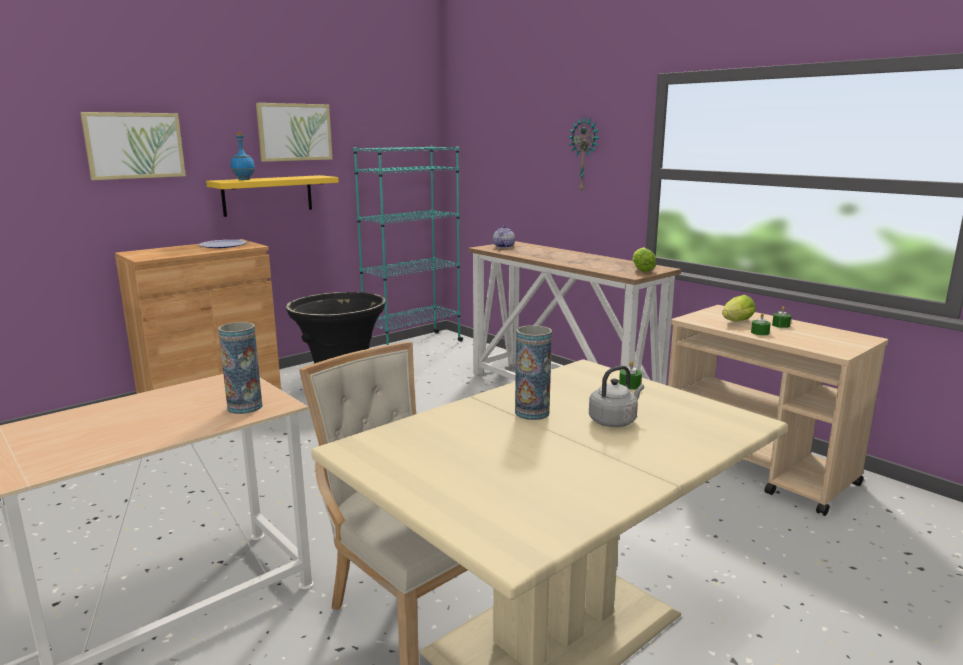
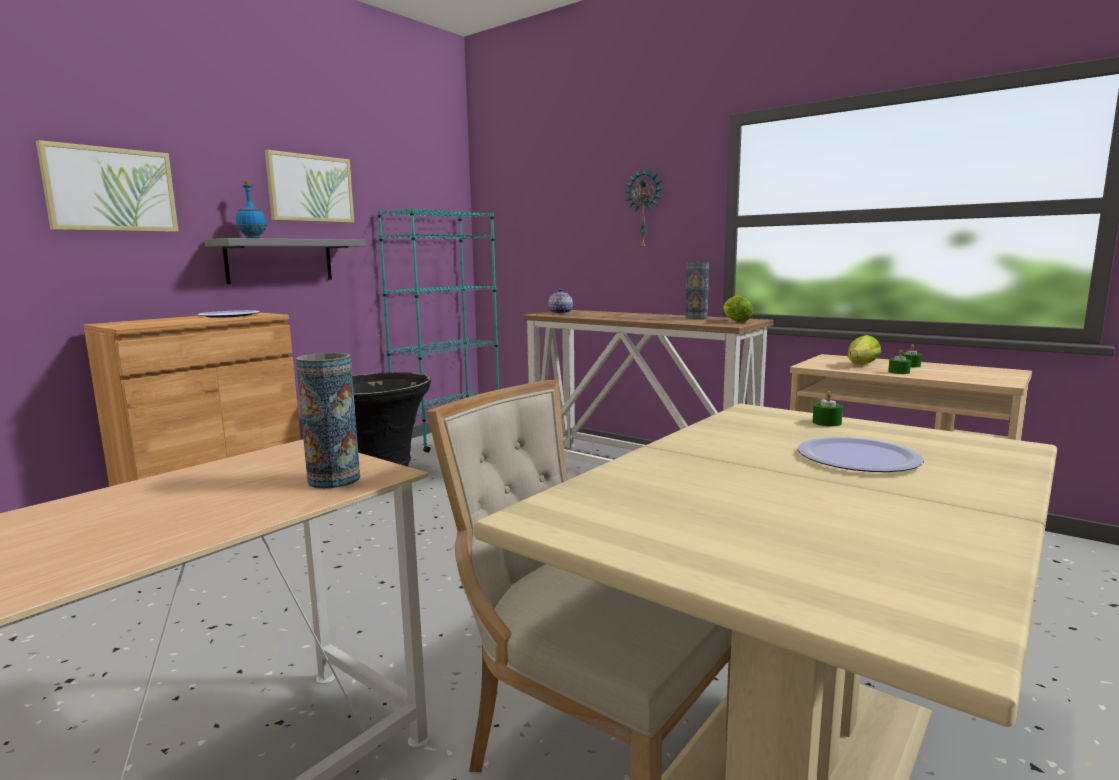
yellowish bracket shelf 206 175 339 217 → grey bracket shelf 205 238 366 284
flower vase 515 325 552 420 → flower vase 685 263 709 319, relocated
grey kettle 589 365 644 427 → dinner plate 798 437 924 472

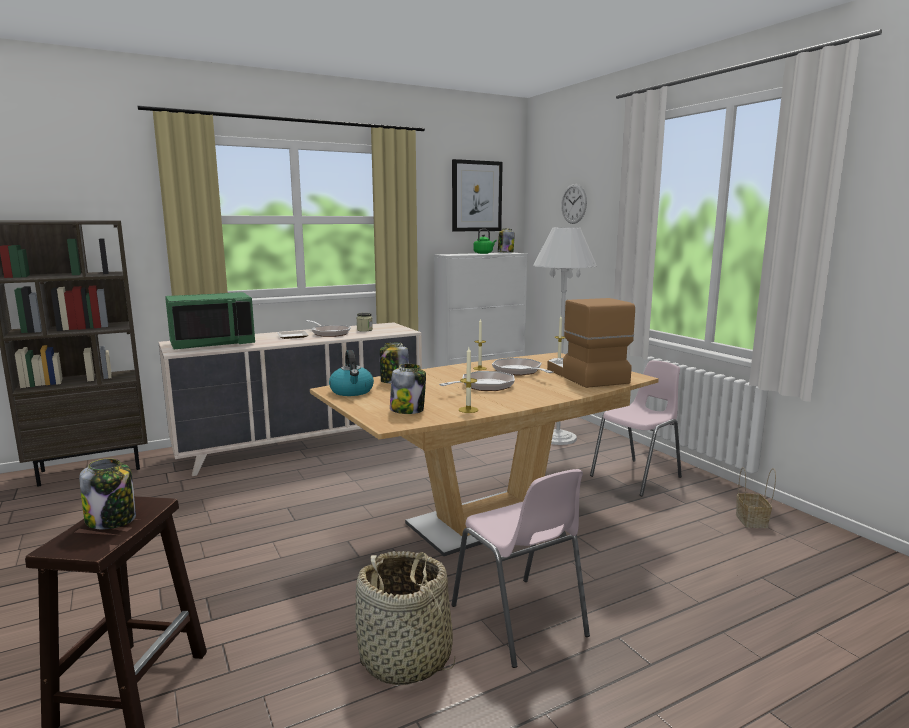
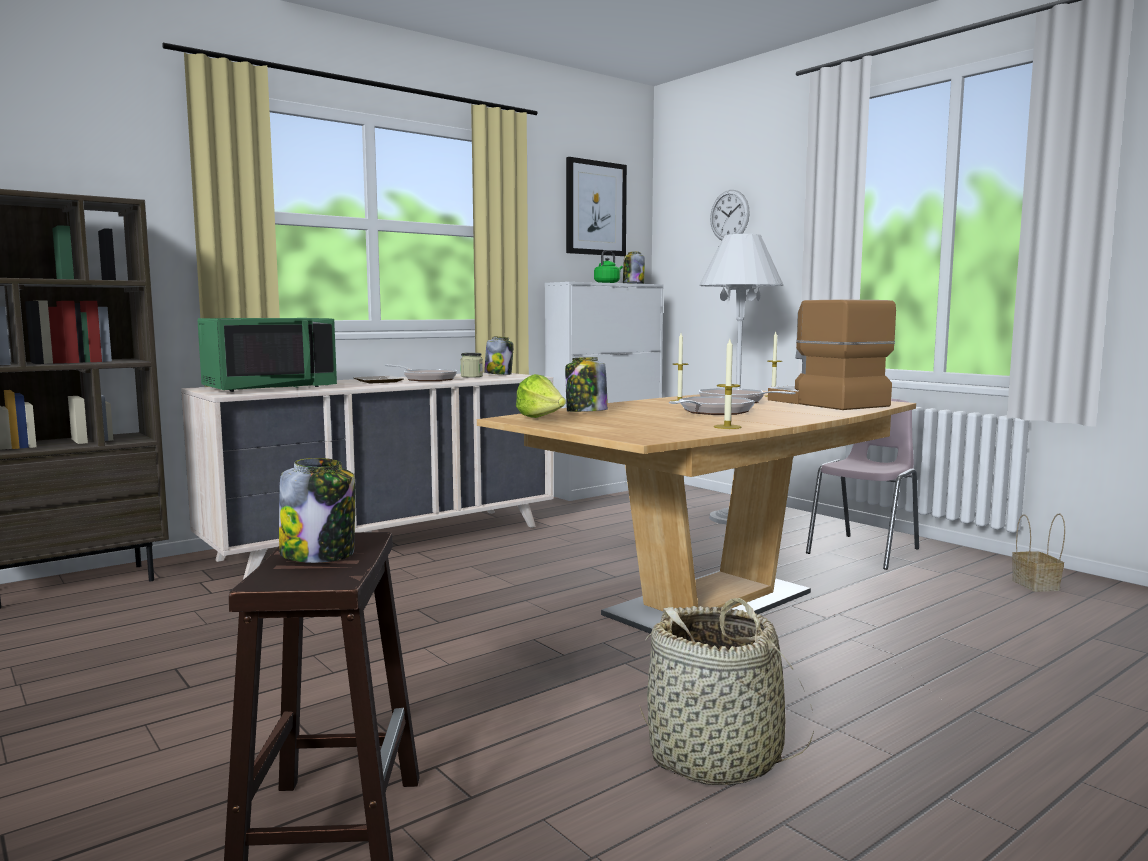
kettle 329 350 374 396 → lettuce head 516 374 566 418
preserve jar 390 364 426 414 → preserve jar 484 336 513 375, relocated
pinkish plain chair 452 469 590 668 → -

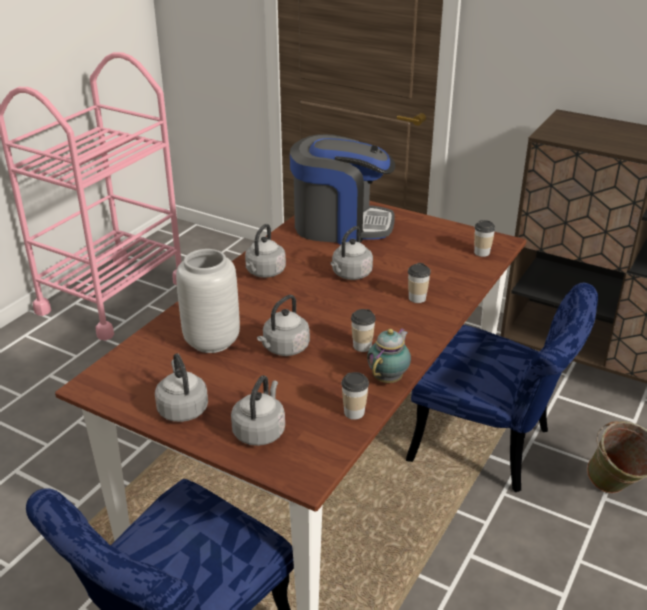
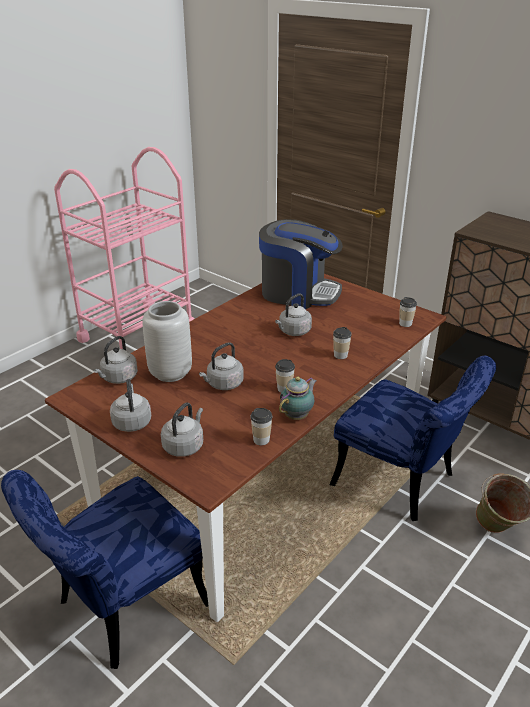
grey kettle 245 224 286 278 → grey kettle 93 336 138 384, relocated

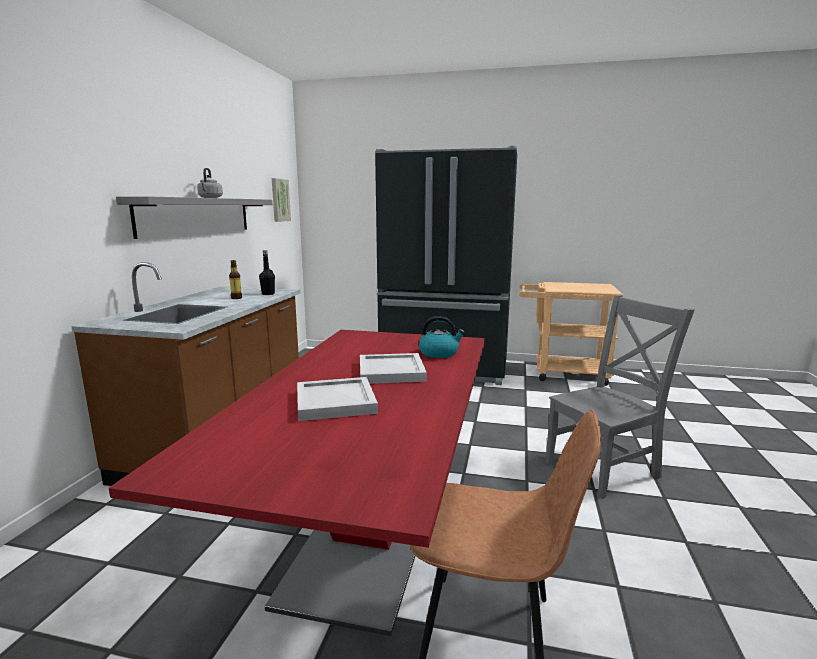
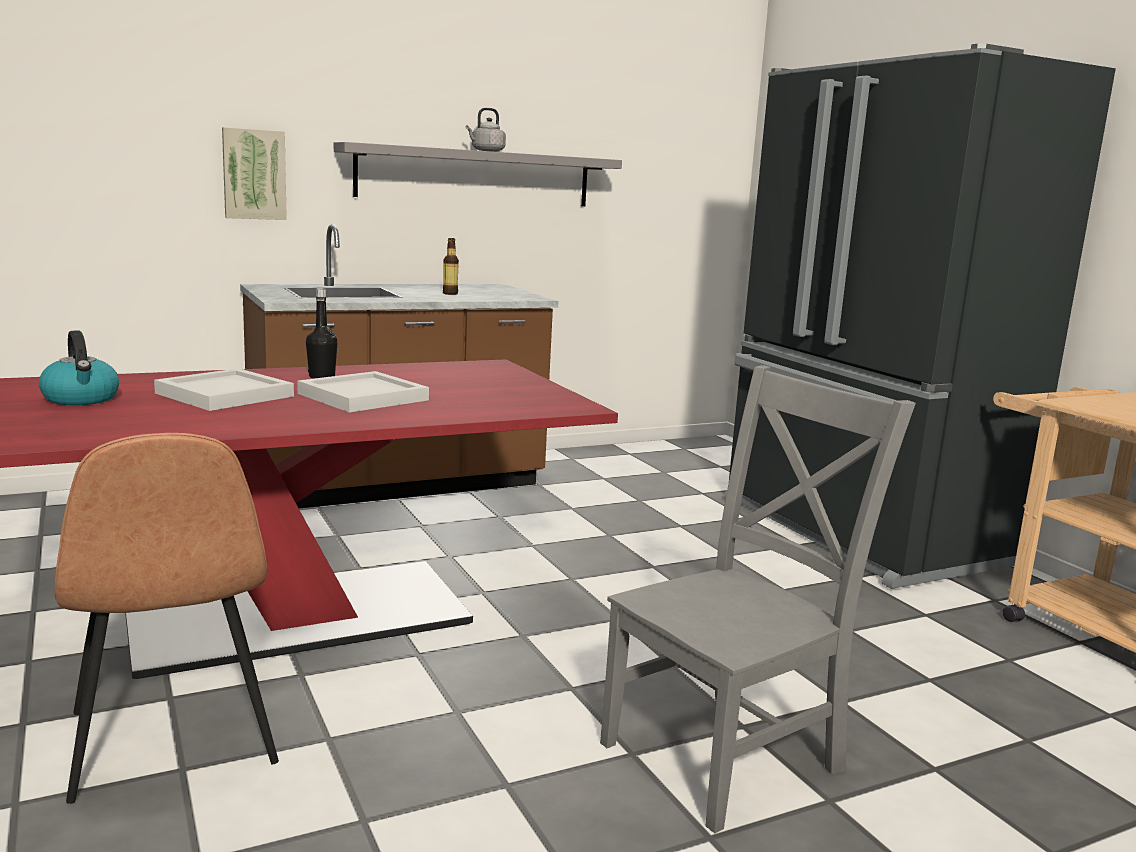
blackish bottle 259 250 275 295 → blackish bottle 306 288 338 379, relocated
picture 272 178 291 222 → picture 222 127 287 220, relocated
kettle 419 316 465 358 → kettle 39 330 119 405, relocated
grey plain chair 545 295 695 499 → grey plain chair 600 365 916 833, 60 degrees counterclockwise

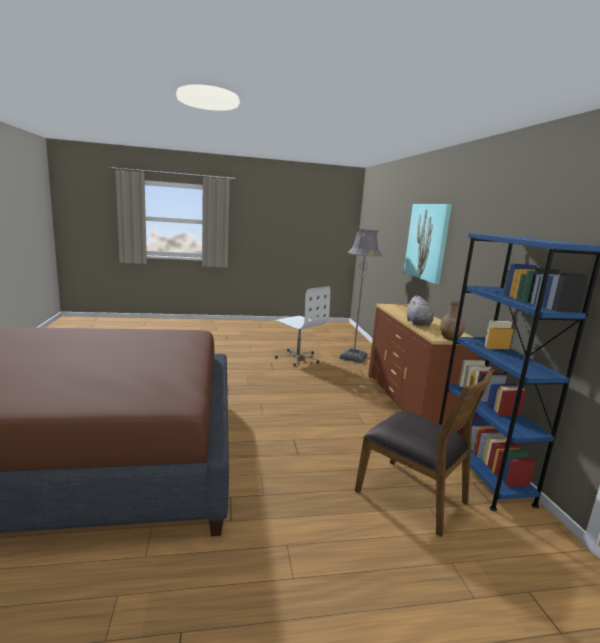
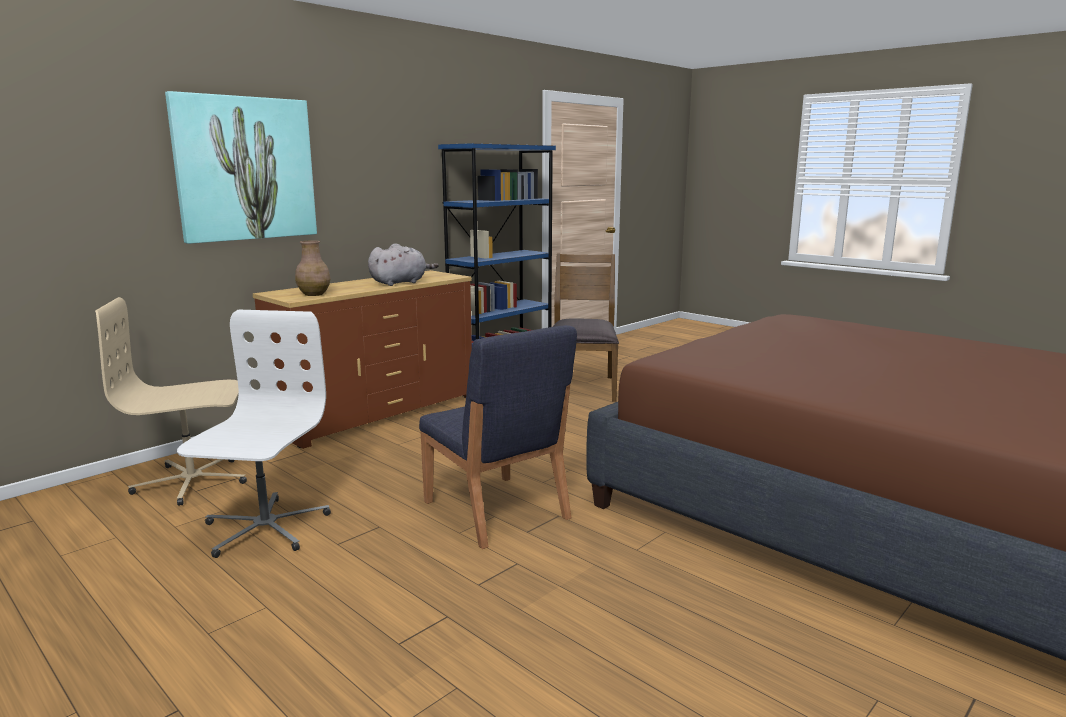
grey standard lamp 340 229 382 363 → sand-coloured computer chair 95 297 247 506
brownish flower vase 440 301 465 340 → brownish flower vase 295 241 331 296, relocated
- → bluish plain chair 419 325 577 549

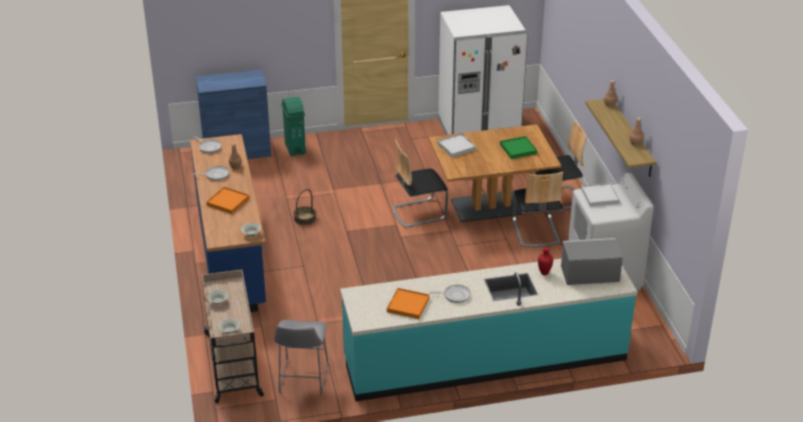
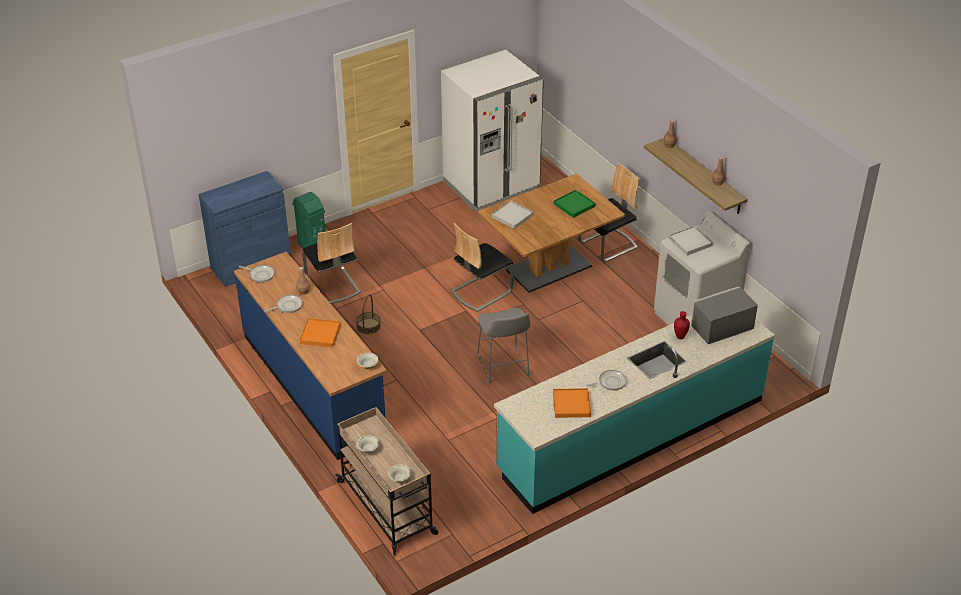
grey stool seat 274 320 328 395 → grey stool seat 477 308 531 383, relocated
plain chair 513 172 563 247 → plain chair 302 223 361 304, relocated

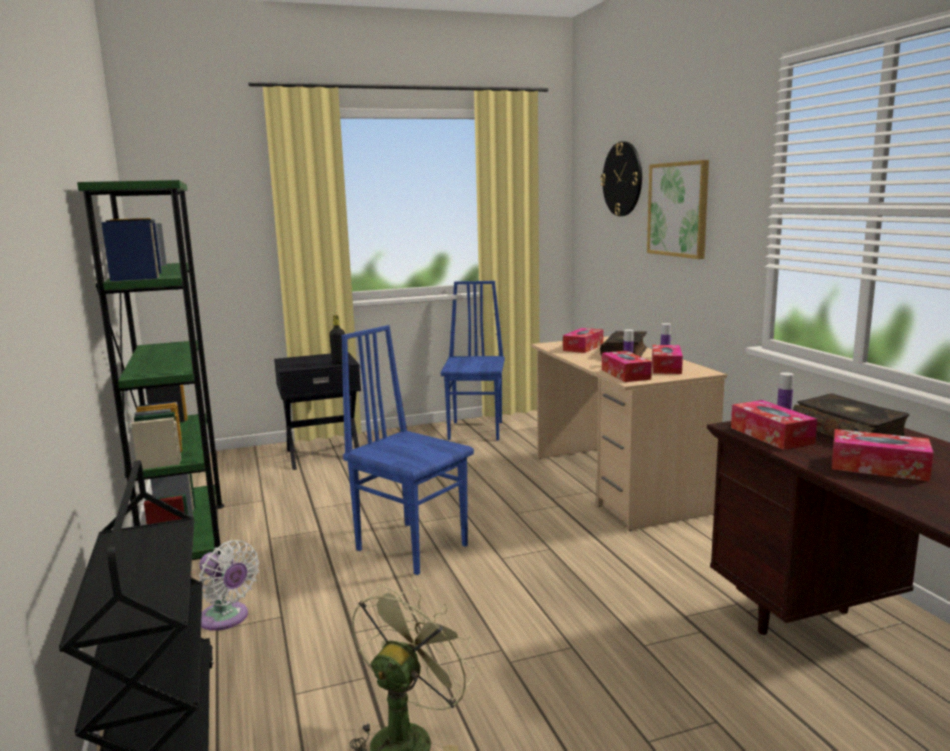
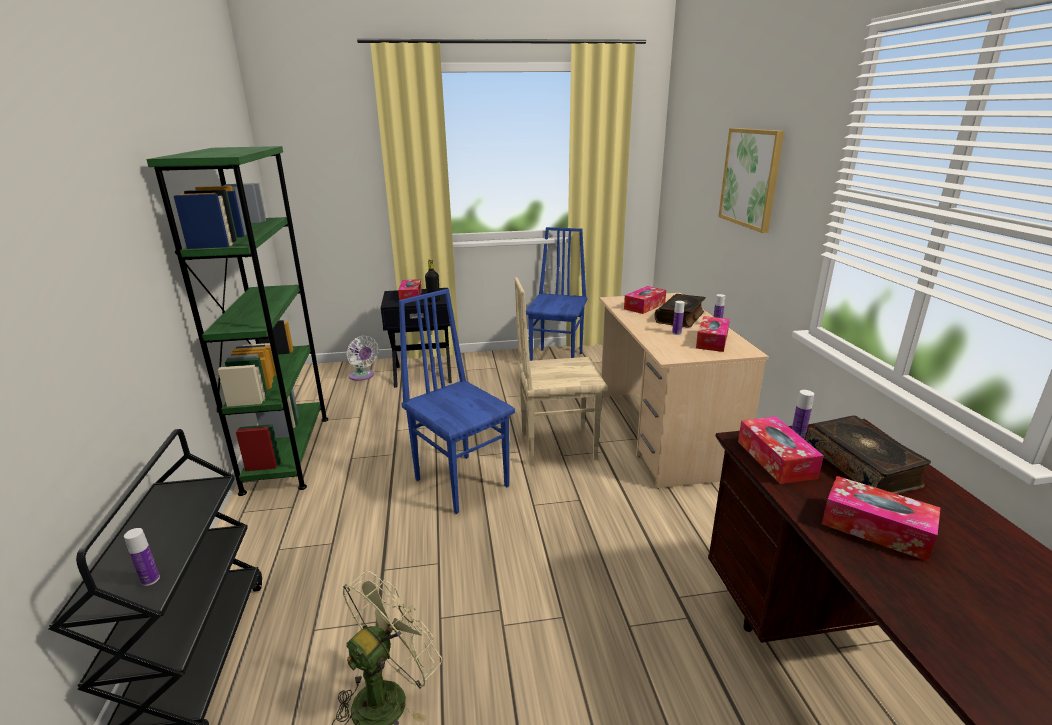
white cooling fan 199 540 259 631 → white cooling fan 347 336 379 381, relocated
hanging clock 601 141 642 216 → -
tissue box 602 351 652 382 → tissue box 398 279 422 302, relocated
- → bottle 124 528 160 586
- → sand-coloured plain chair 515 277 608 465

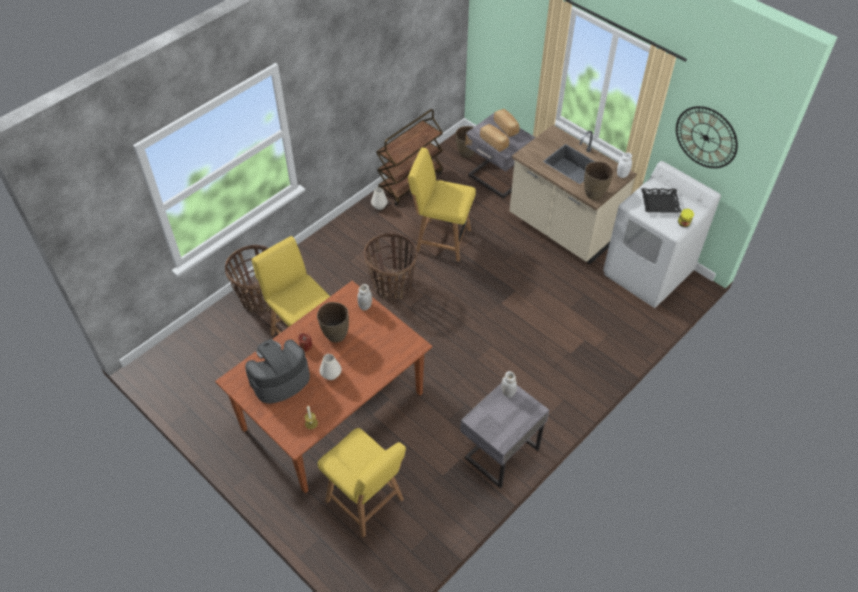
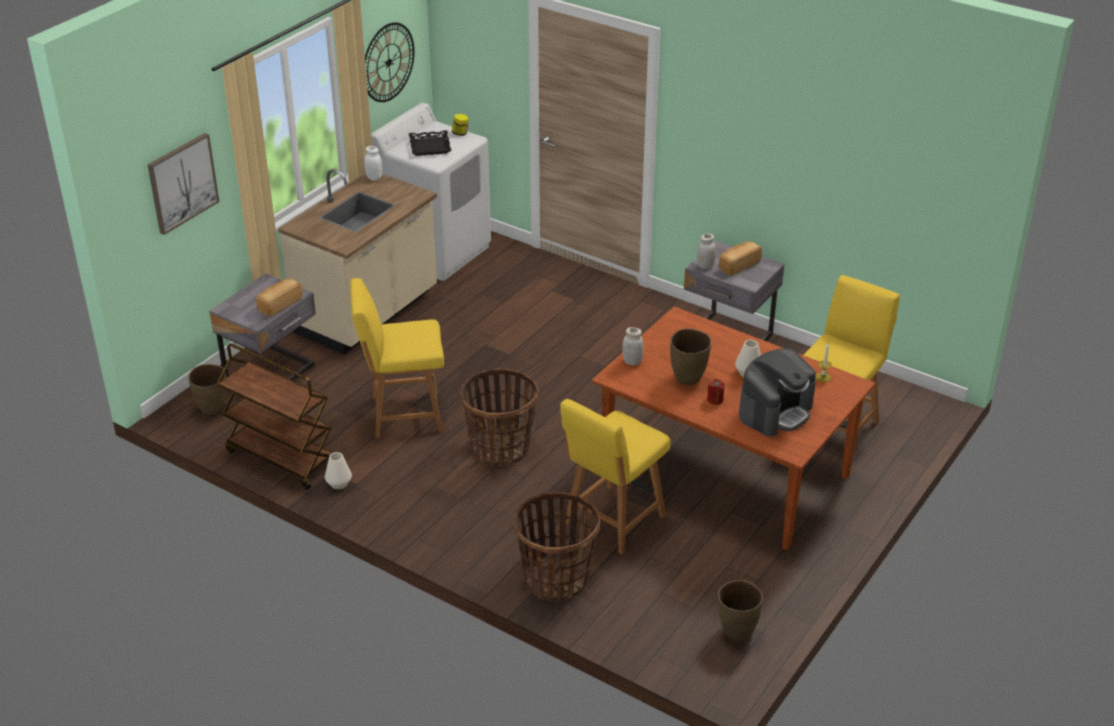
coffee brewer 245 339 310 404 → coffee brewer 739 348 816 436, 90 degrees counterclockwise
yellowish plain chair 408 147 476 262 → yellowish plain chair 350 278 444 438, 75 degrees clockwise
bread 494 109 520 137 → bread 719 241 762 276, relocated
brownish flower vase 584 161 614 200 → brownish flower vase 718 580 763 641, relocated
- → picture 148 133 219 235

